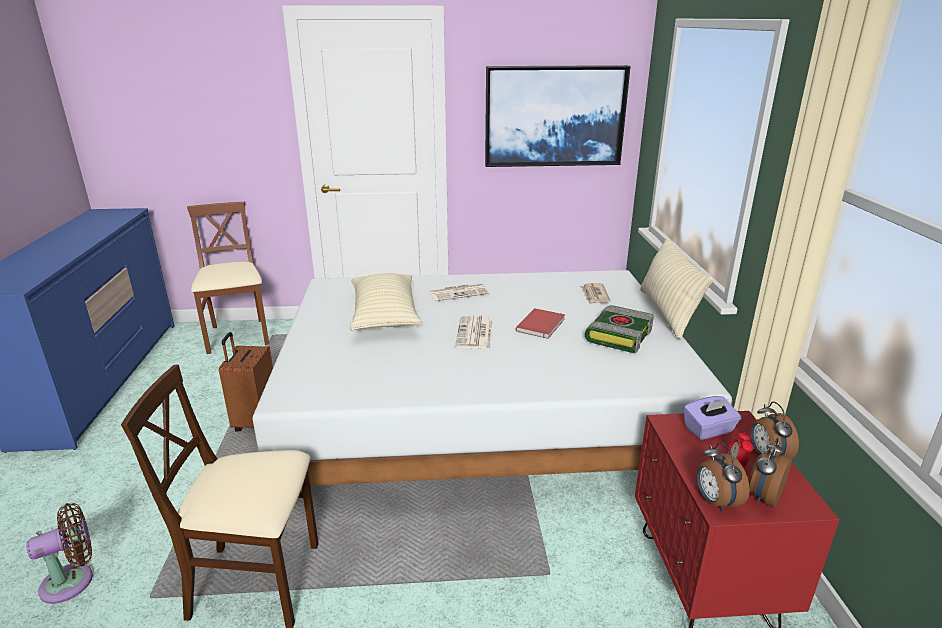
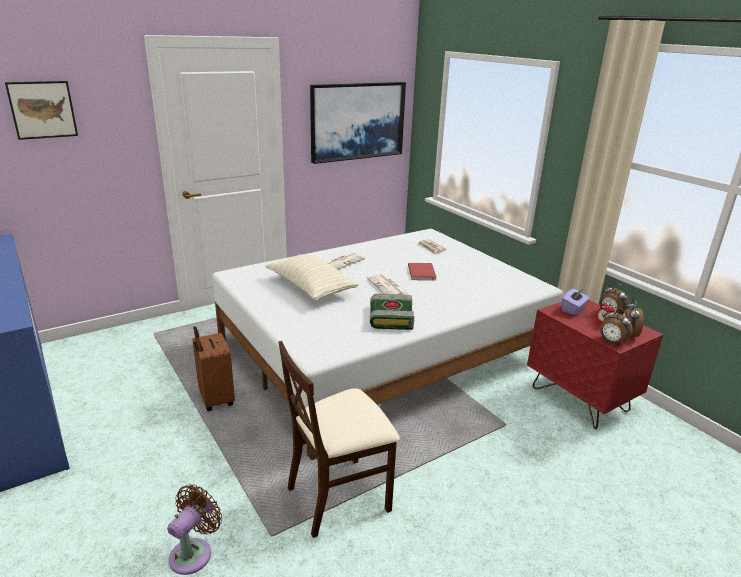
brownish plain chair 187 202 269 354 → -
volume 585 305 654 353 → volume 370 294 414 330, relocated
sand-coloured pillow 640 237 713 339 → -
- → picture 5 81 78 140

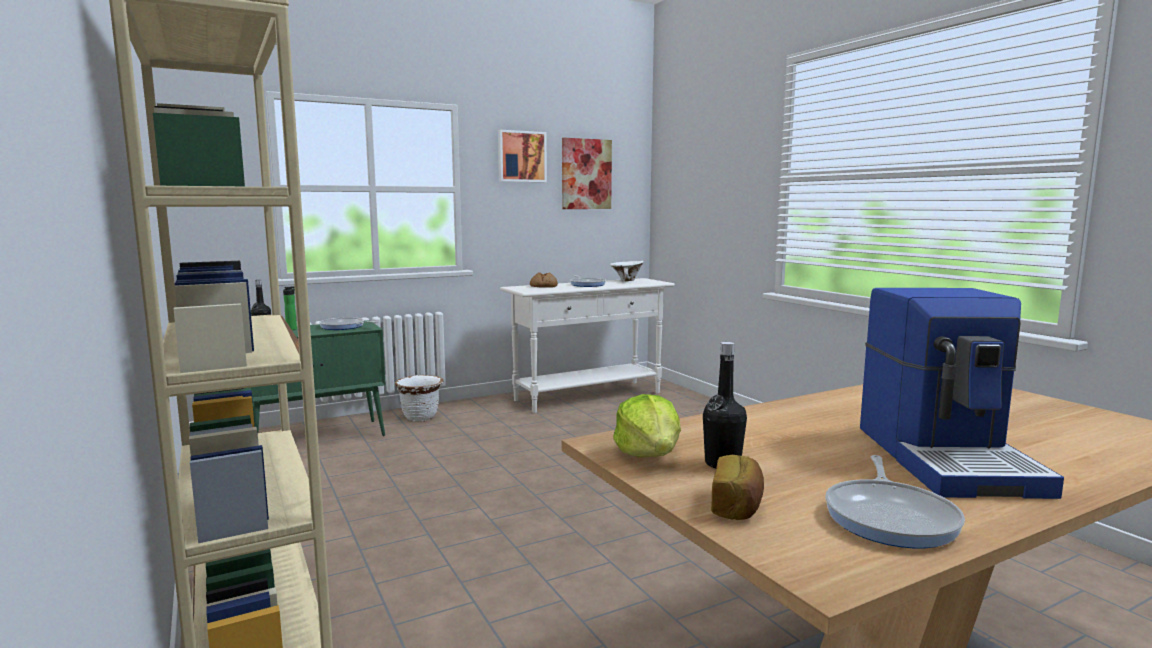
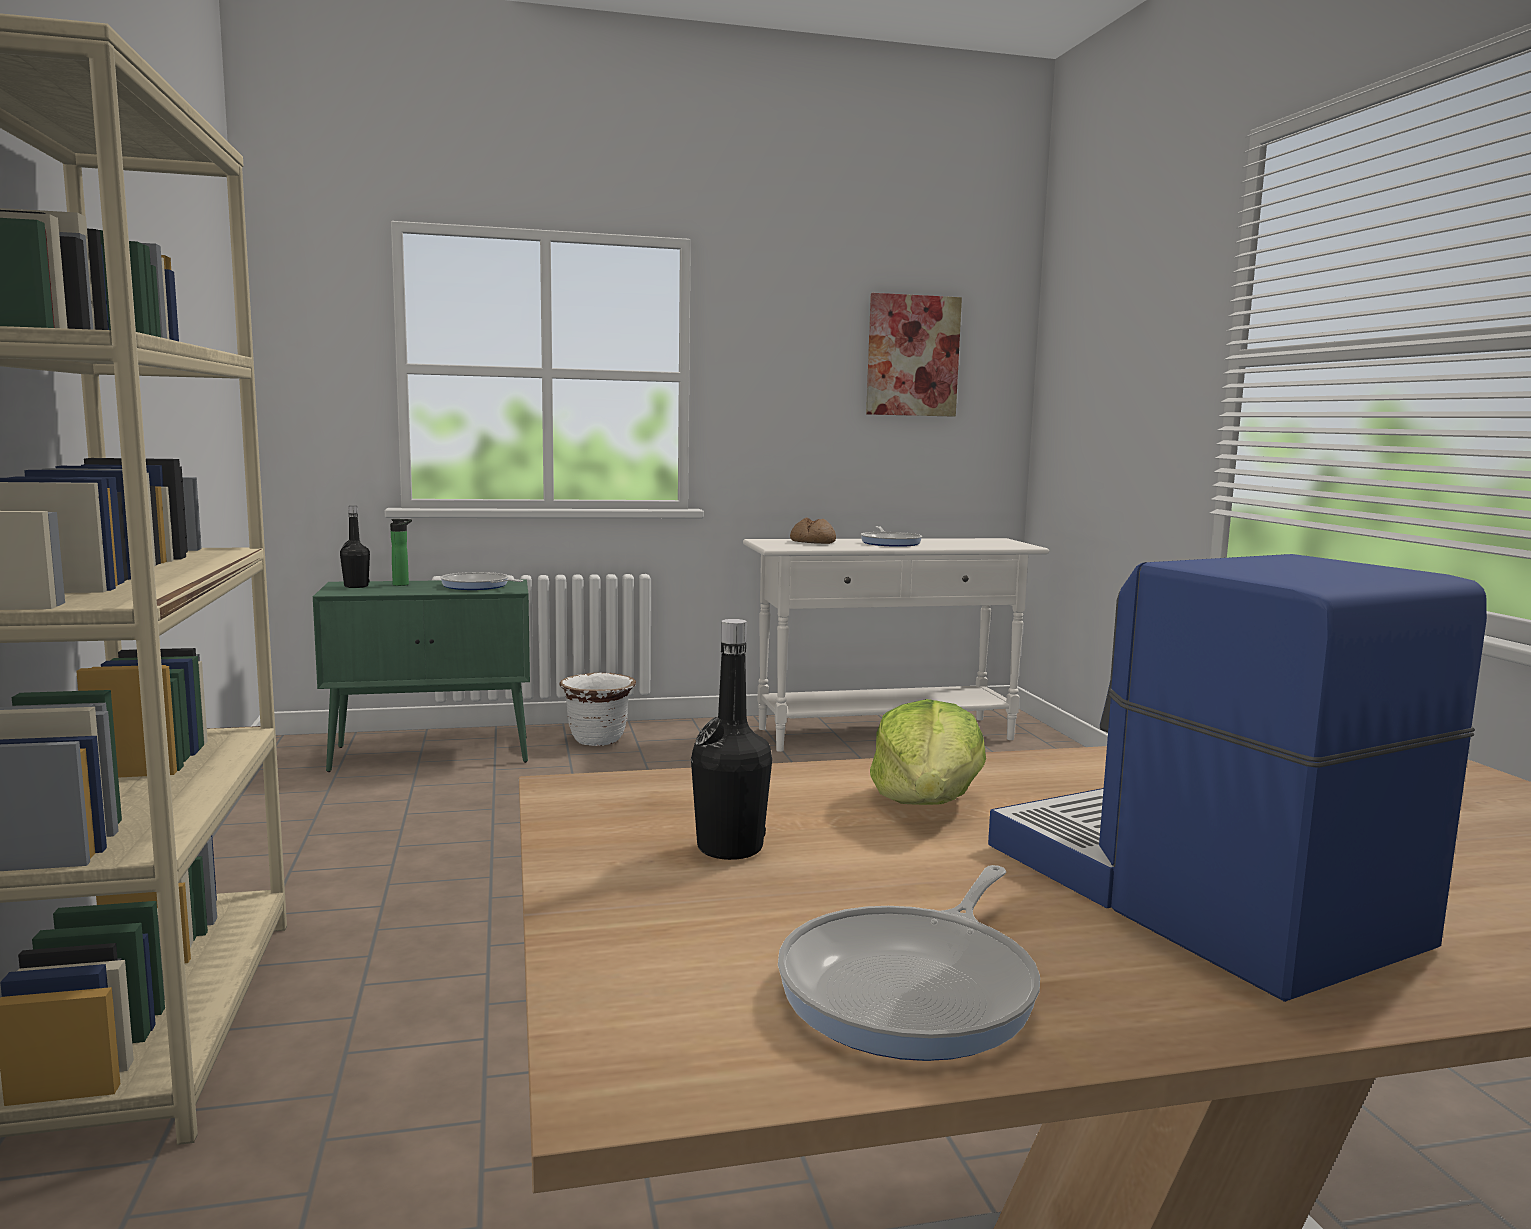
picture 498 130 547 182 → -
white serving bowl 610 261 644 281 → -
lettuce head 613 394 681 457 → lettuce head 870 699 986 805, relocated
bread 711 455 764 520 → -
coffee brewer 860 288 1064 499 → coffee brewer 988 554 1487 1002, 135 degrees clockwise

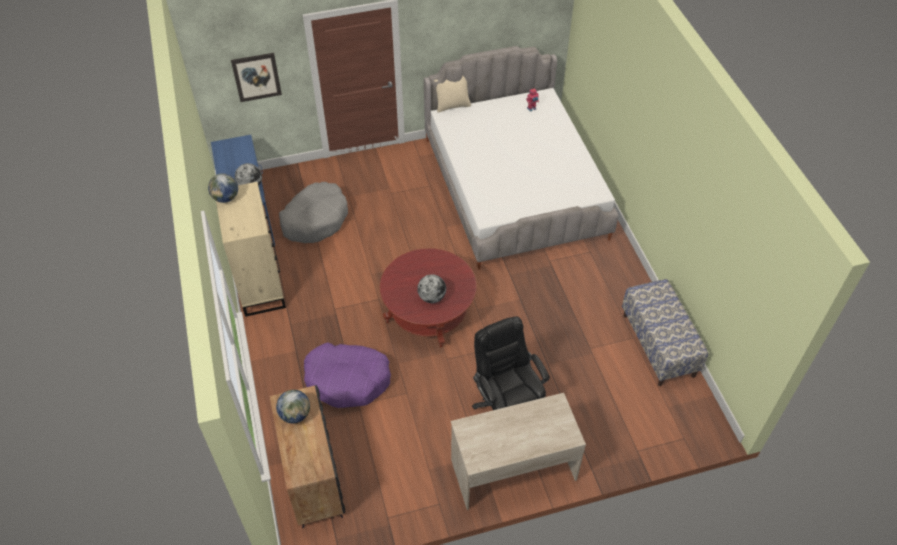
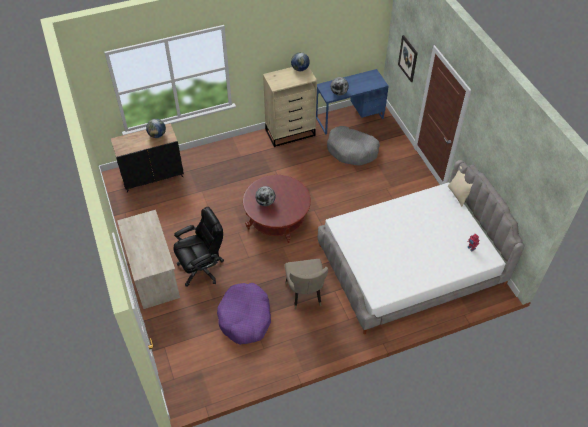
purple dog bed 304 342 391 408 → purple dog bed 217 283 271 345, relocated
bench 622 279 708 386 → -
- → sand-coloured plain chair 285 259 328 310

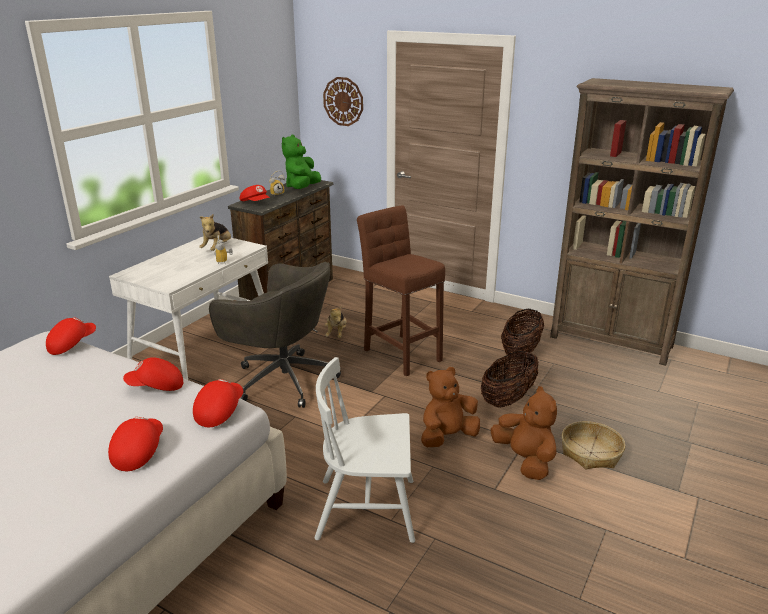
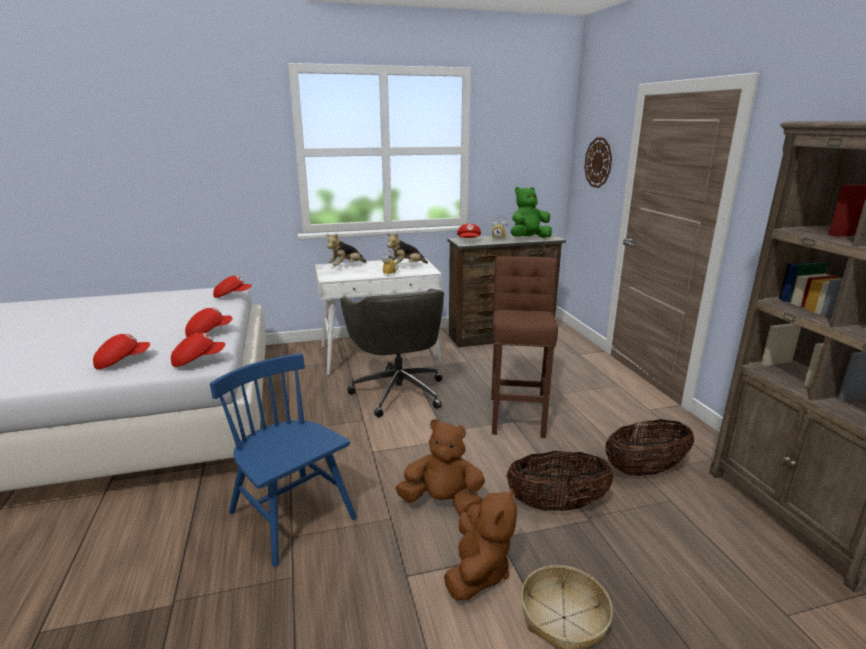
red peaked cap 123 357 183 391 → red peaked cap 185 308 233 337, 105 degrees clockwise
white plain chair 314 357 415 543 → bluish plain chair 210 353 357 567
soft toy 325 306 347 338 → soft toy 326 234 366 266, relocated

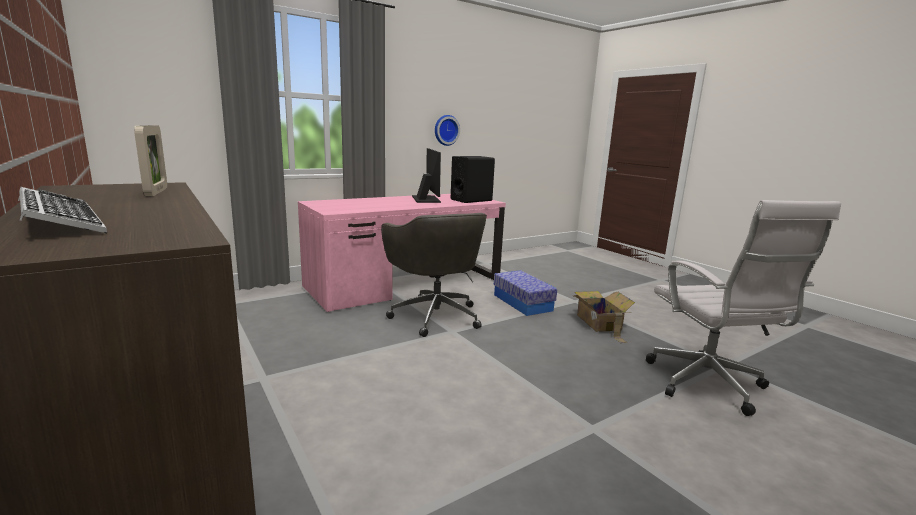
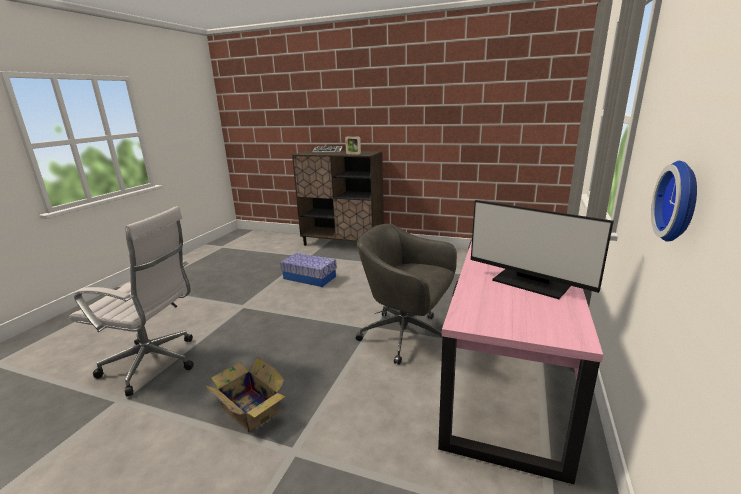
blackish speaker 451 156 495 203 → -
storage container 494 270 557 316 → storage container 280 253 337 287, relocated
white computer chair 646 200 841 416 → white computer chair 69 206 194 397, 150 degrees clockwise

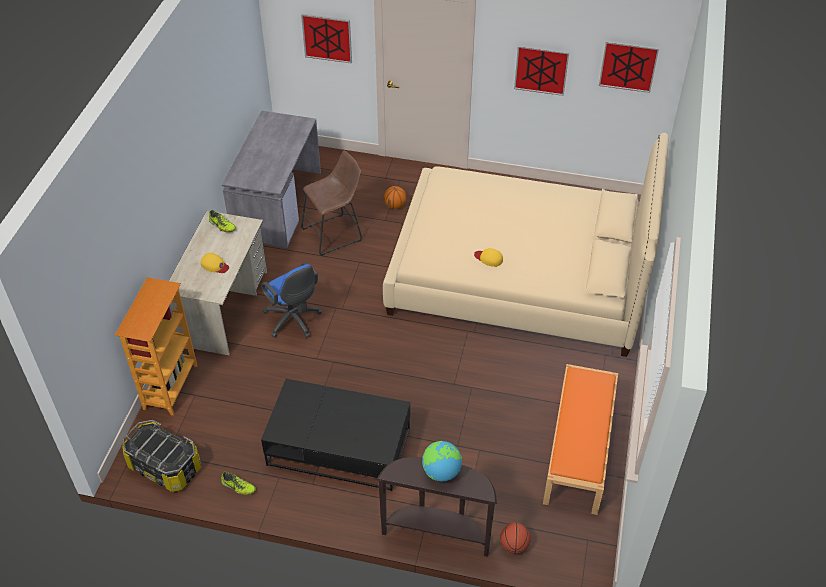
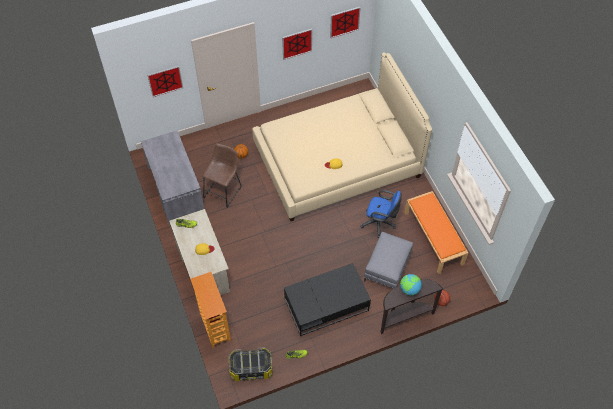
bluish computer chair 261 262 322 338 → bluish computer chair 360 190 402 238, relocated
- → grey ottoman 364 232 413 289

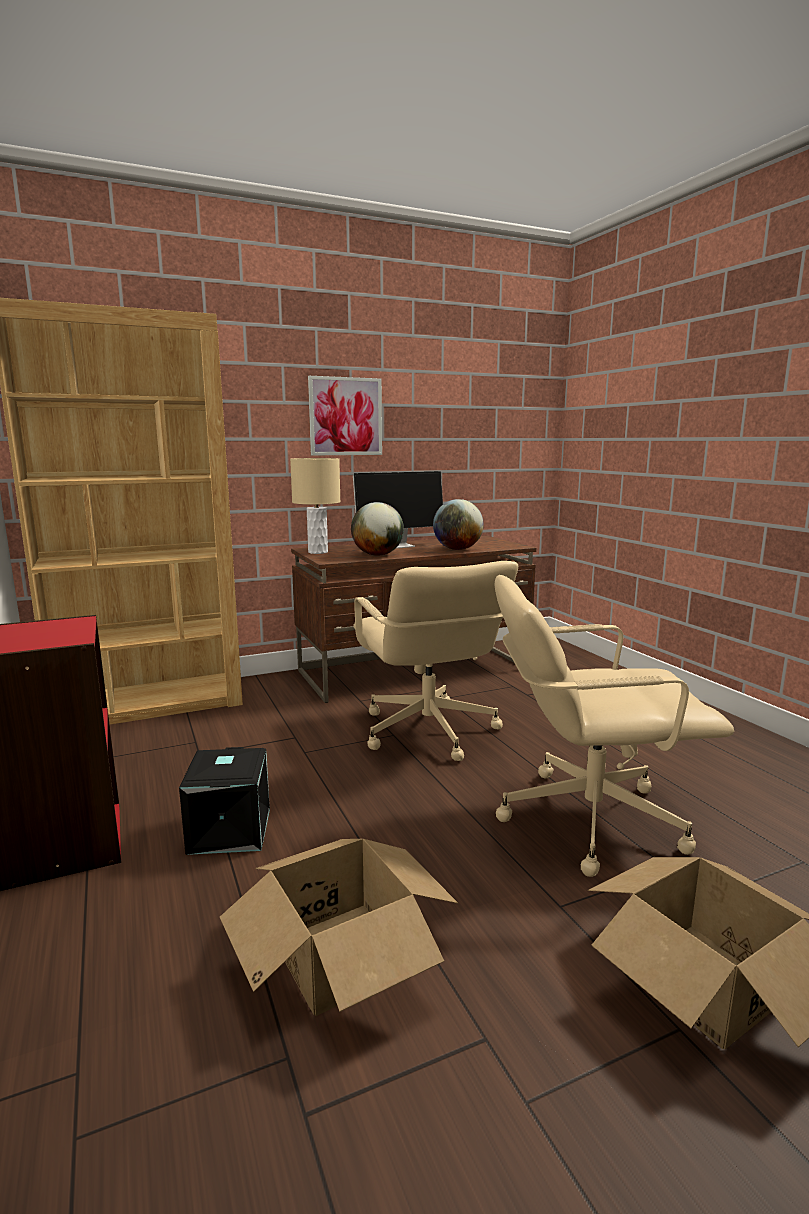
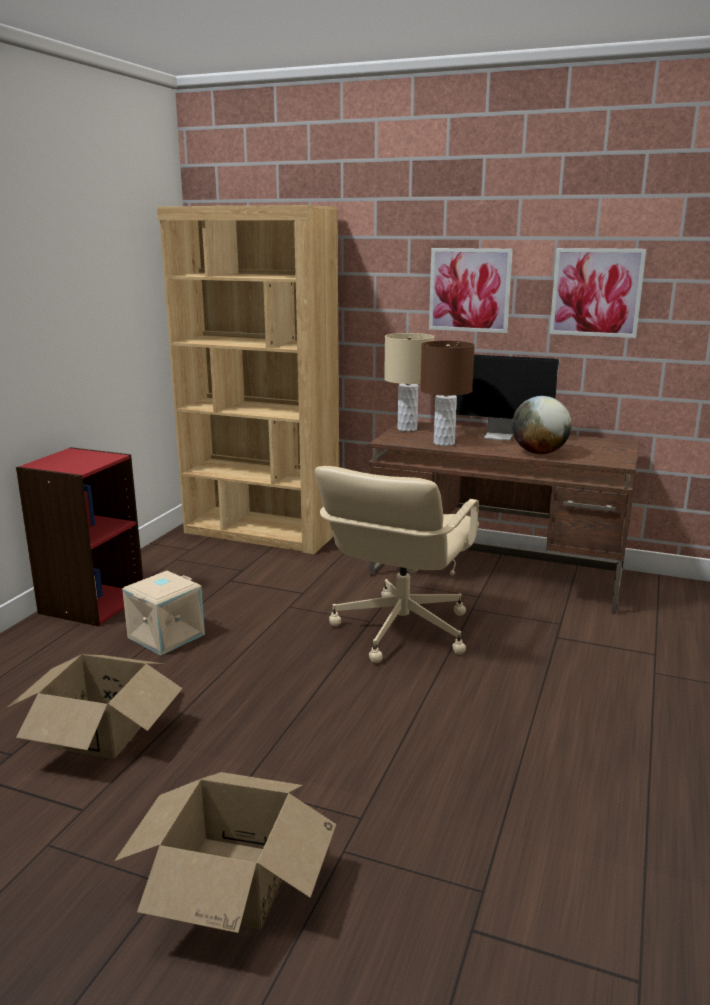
blackish storage container 179 747 270 855 → sand-coloured storage container 122 571 205 656
globe 351 502 404 556 → brownish table lamp 420 341 475 446
sand-coloured computer chair 494 575 734 877 → -
- → picture 549 248 646 338

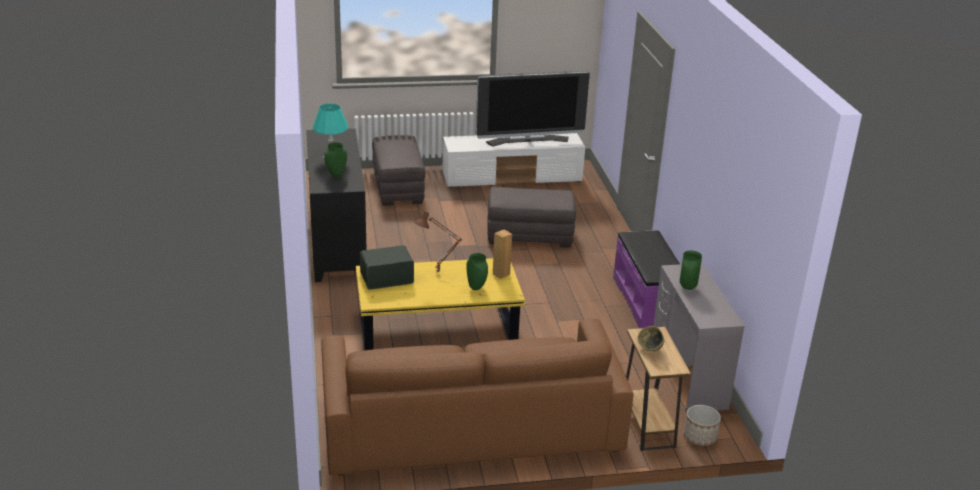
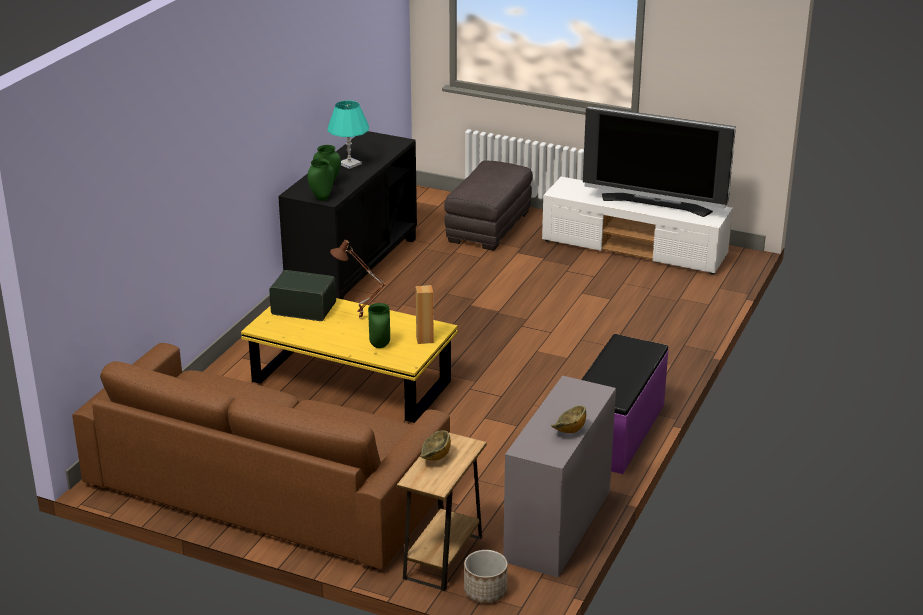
grey ottoman 487 187 576 248 → -
green flower vase 680 250 702 290 → green flower vase 307 158 334 201, relocated
- → serving bowl 551 405 586 433

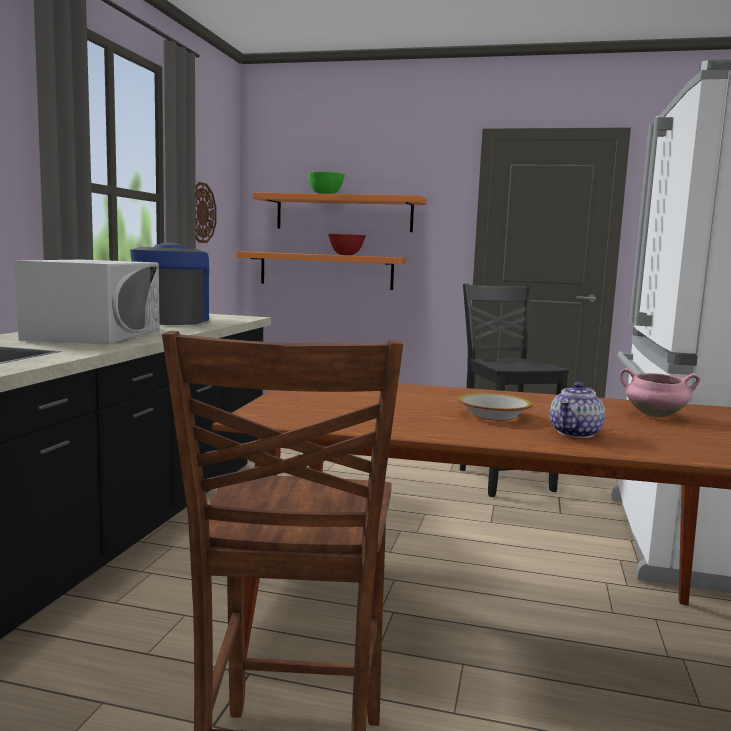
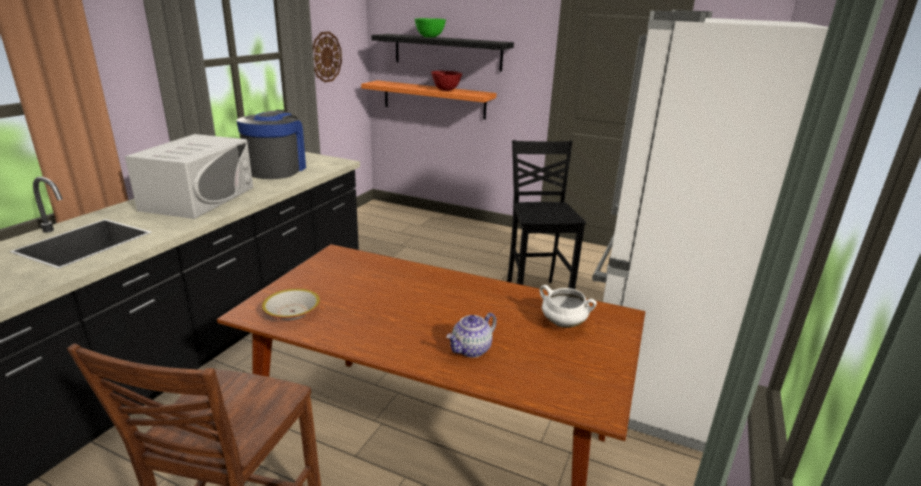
orange-coloured bracket shelf 253 193 427 232 → blackish bracket shelf 371 34 514 72
serving bowl 458 393 532 421 → serving bowl 262 289 320 321, relocated
pinkish saucepot 620 368 700 417 → white saucepot 540 285 597 328

